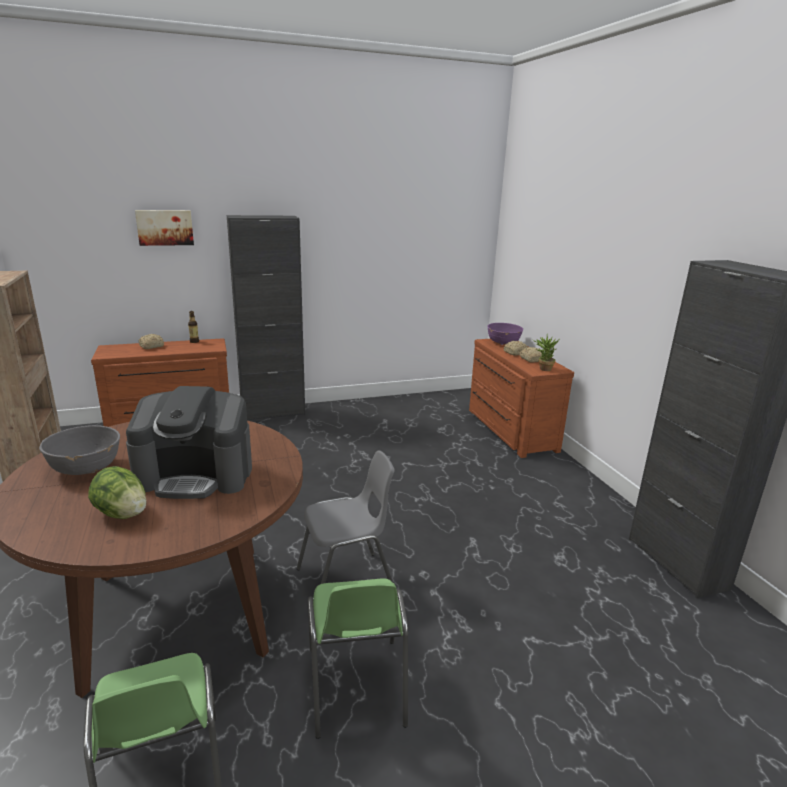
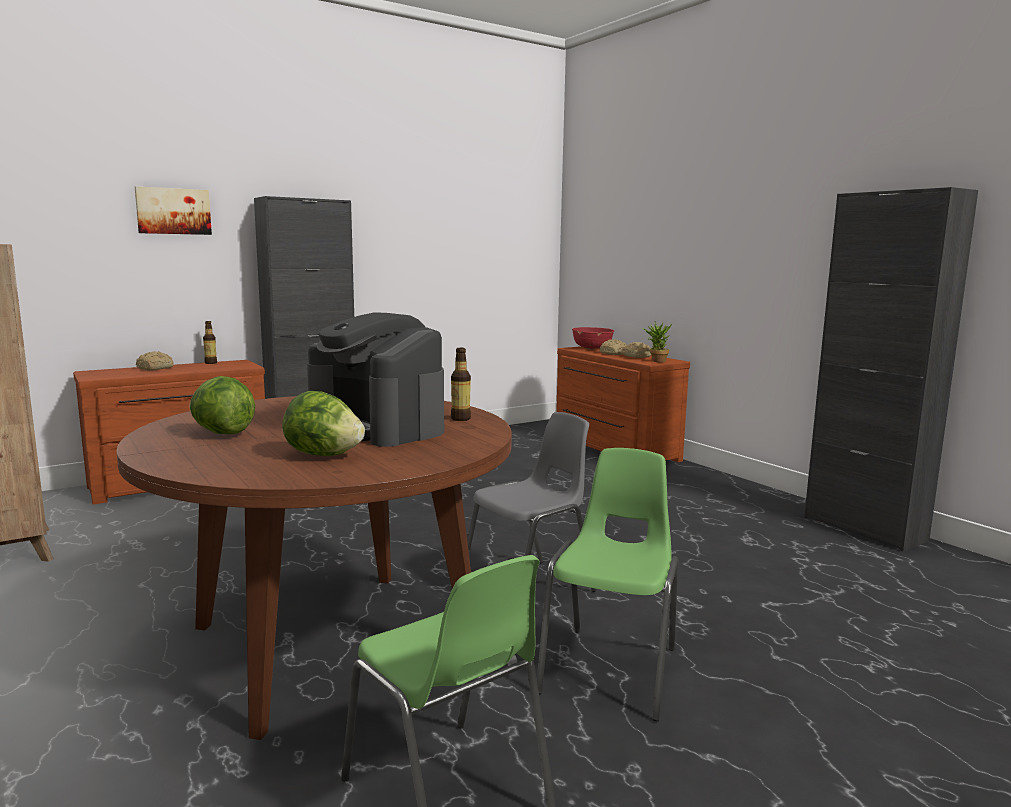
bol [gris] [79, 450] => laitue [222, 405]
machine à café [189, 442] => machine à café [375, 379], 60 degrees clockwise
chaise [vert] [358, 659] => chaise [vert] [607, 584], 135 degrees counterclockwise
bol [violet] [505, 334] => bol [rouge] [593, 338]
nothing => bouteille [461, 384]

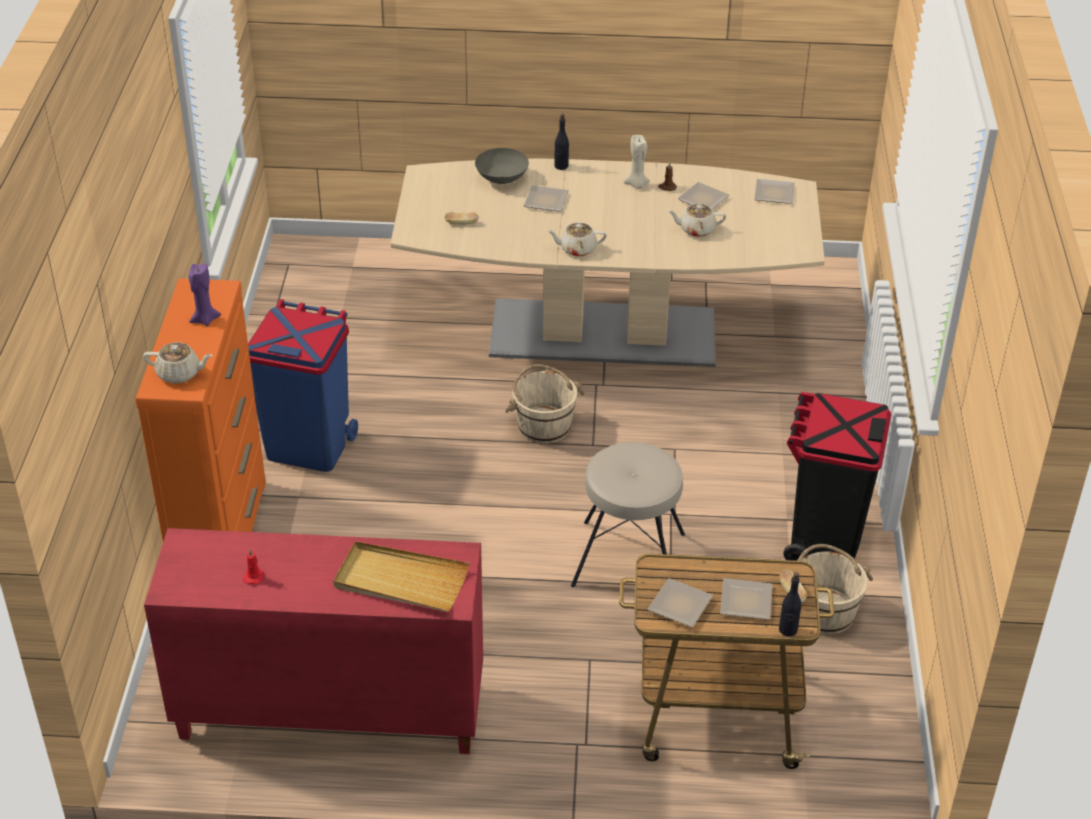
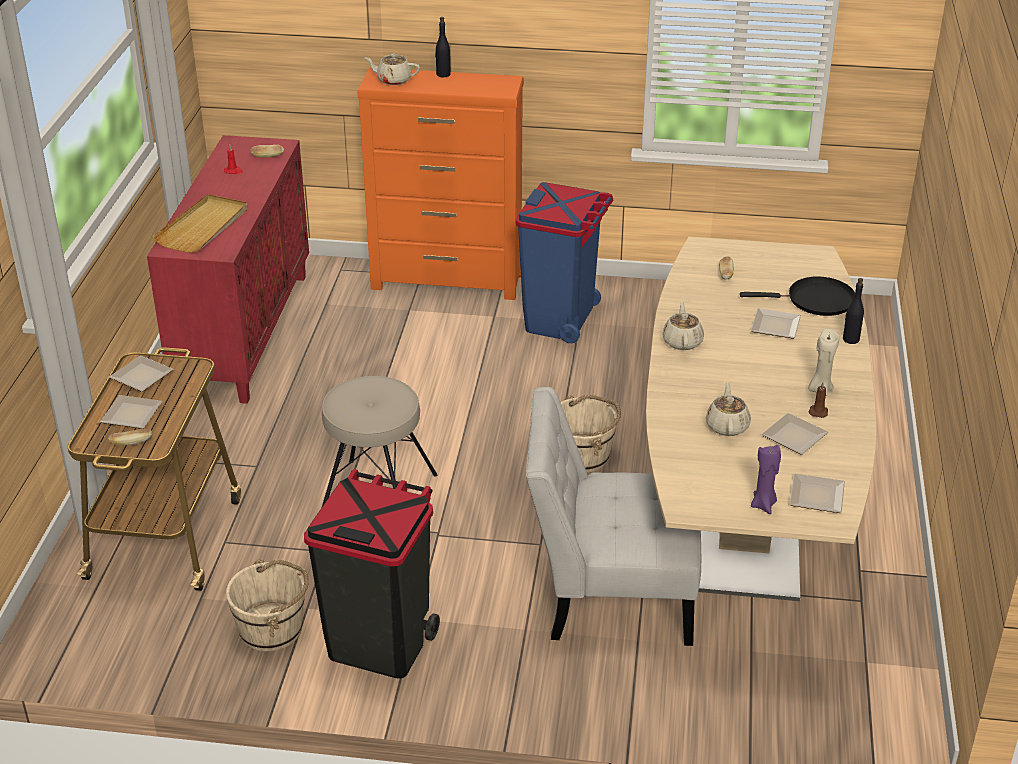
théière [beige] [178, 362] => théière [beige] [392, 69], 90 degrees clockwise
bougie [violet] [204, 294] => bougie [violet] [766, 479], shifted
bol [gris] [502, 166] => poêle [noir] [797, 296]
bouteille [noir] [790, 604] => bouteille [noir] [443, 47], shifted
nothing => pain [267, 151]
nothing => chaise [blanc] [613, 516]

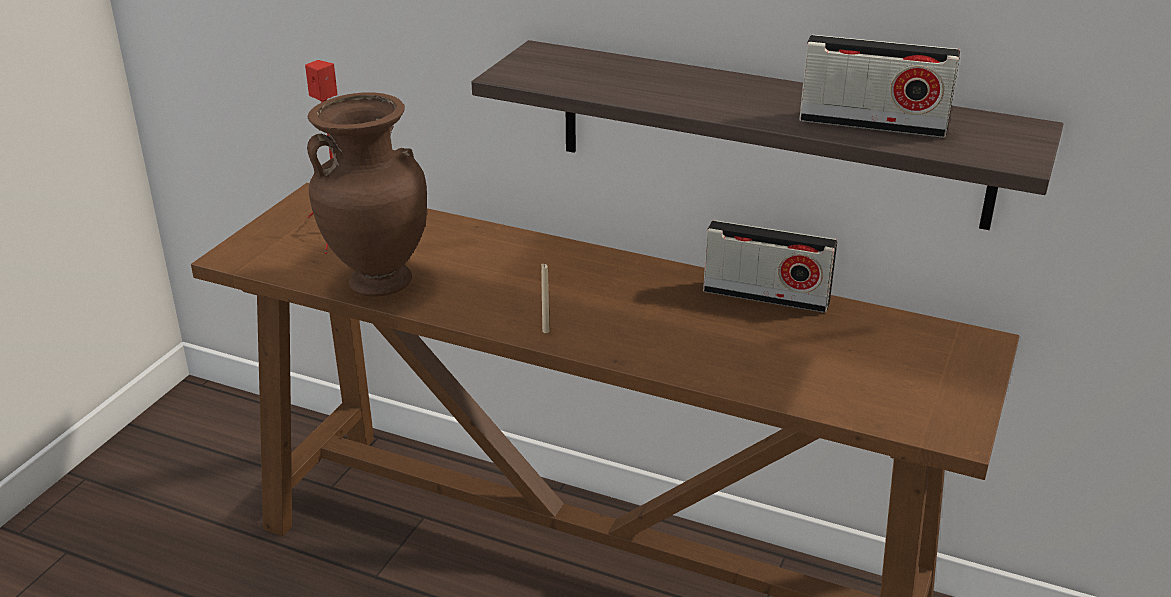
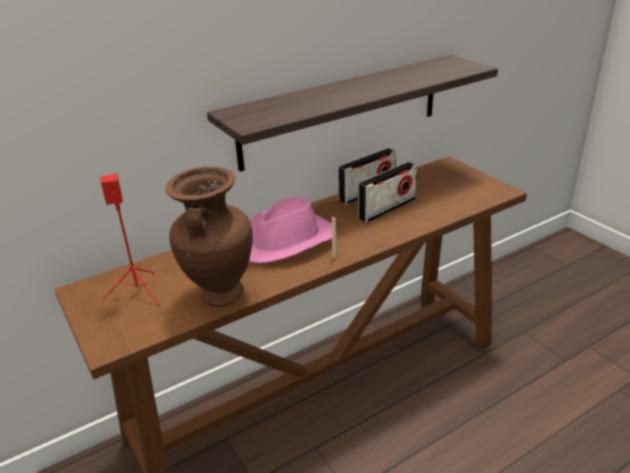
radio [879, 86] => radio [387, 192], shifted
nothing => chapeau [rose] [293, 230]

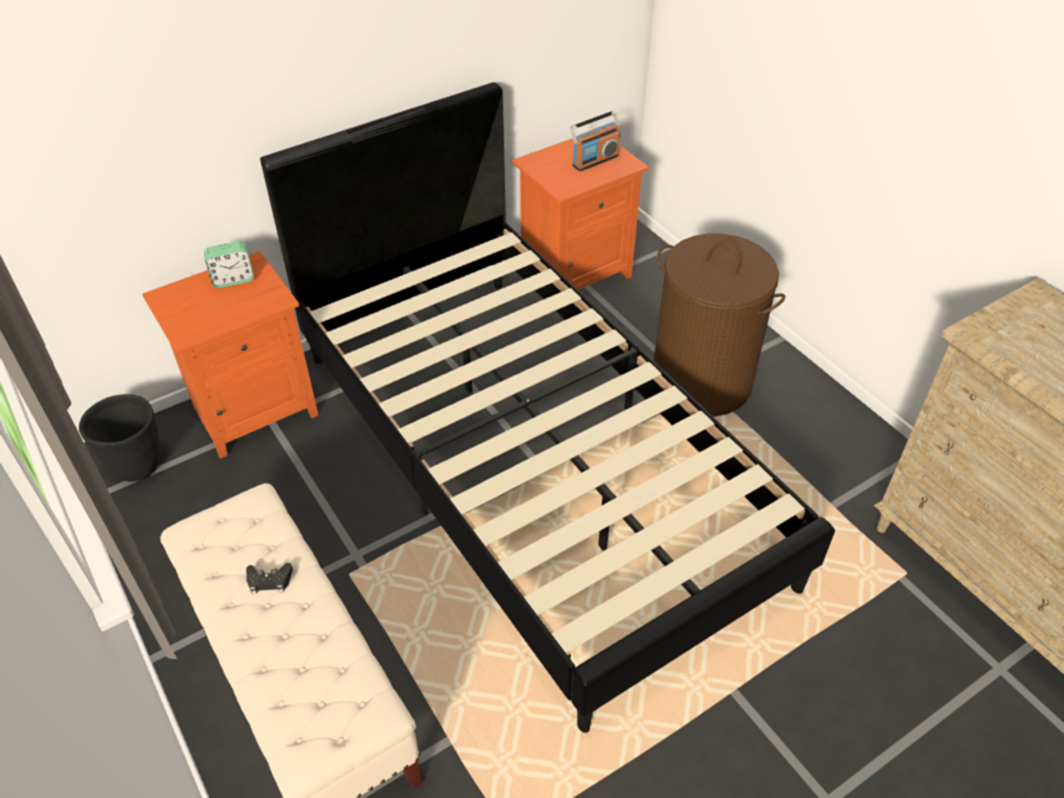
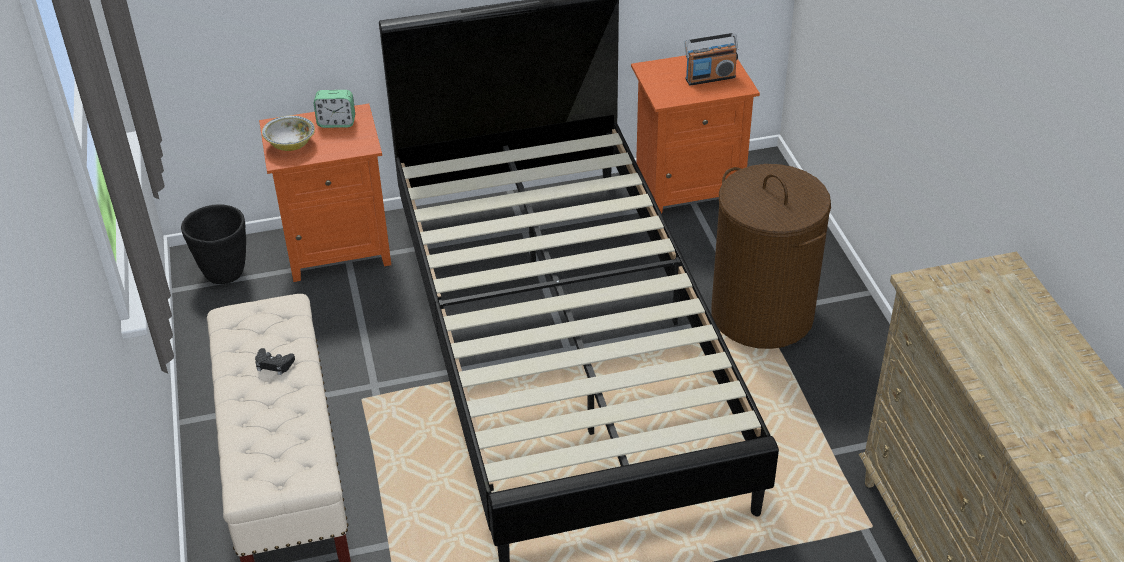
nothing => bol [288, 133]

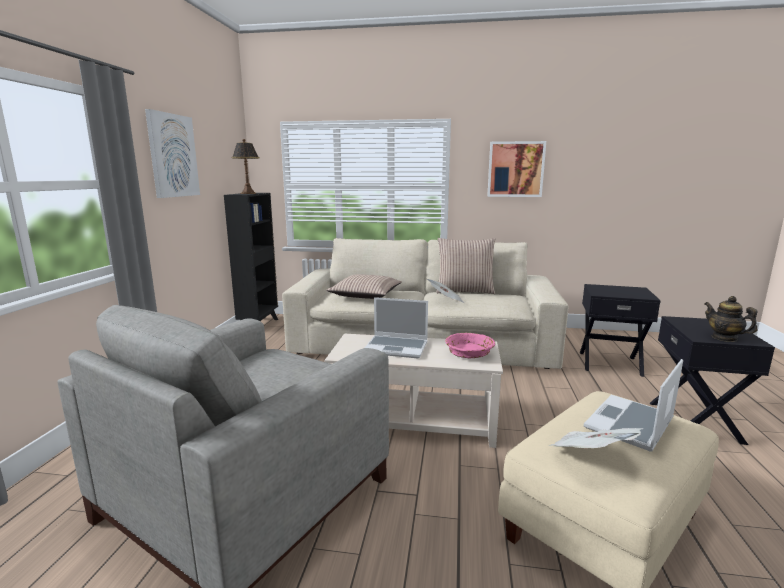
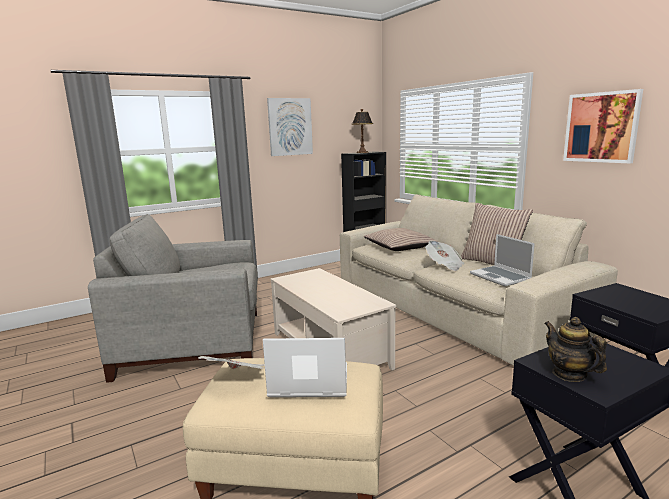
ordinateur portable [396, 327] => ordinateur portable [502, 260], shifted
bol [rose] [470, 345] => nothing
théière [730, 319] => théière [575, 349], 45 degrees counterclockwise

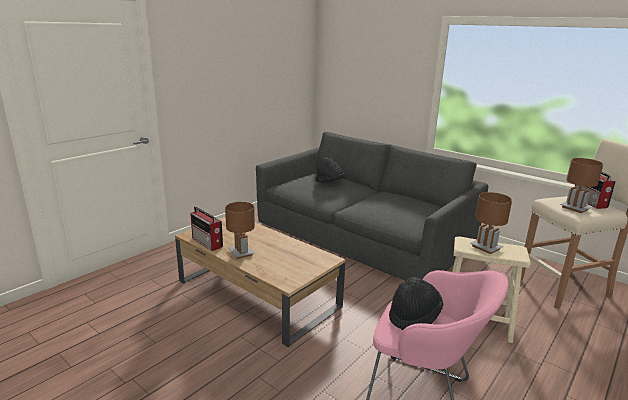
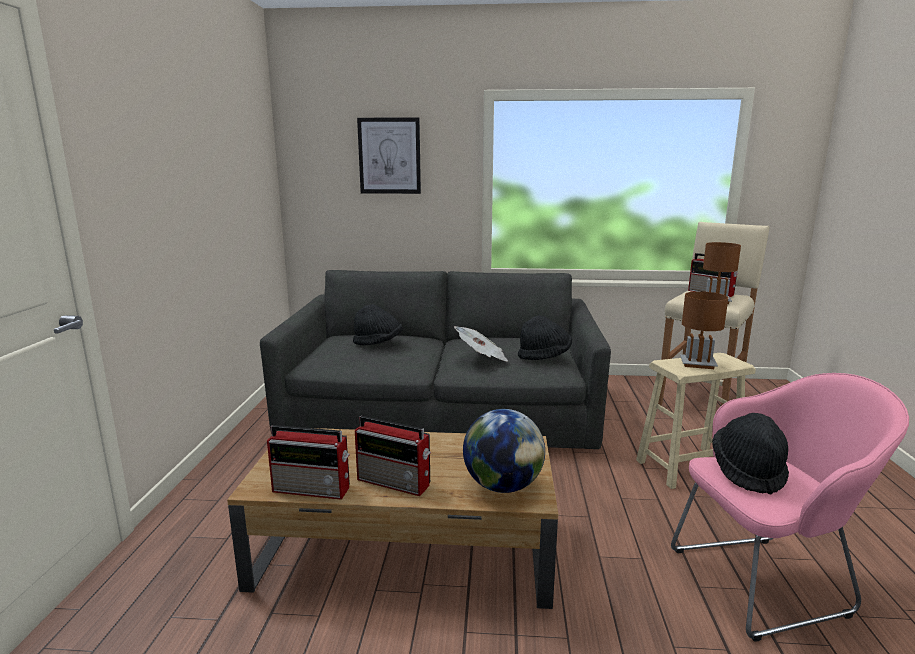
lampe de table [marron] [240, 230] => radio [393, 456]
nothing => tableau [389, 155]
nothing => journal [481, 344]
nothing => globe [504, 451]
nothing => chapeau [noir] [545, 337]

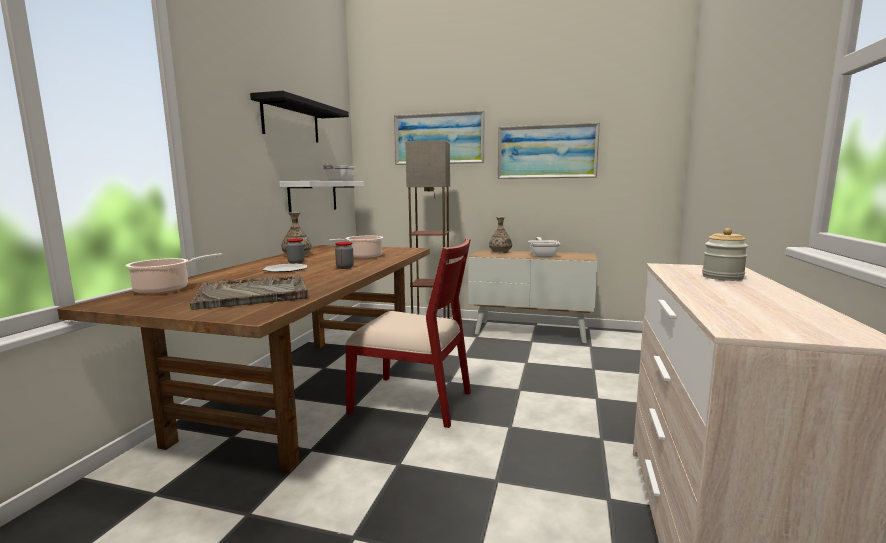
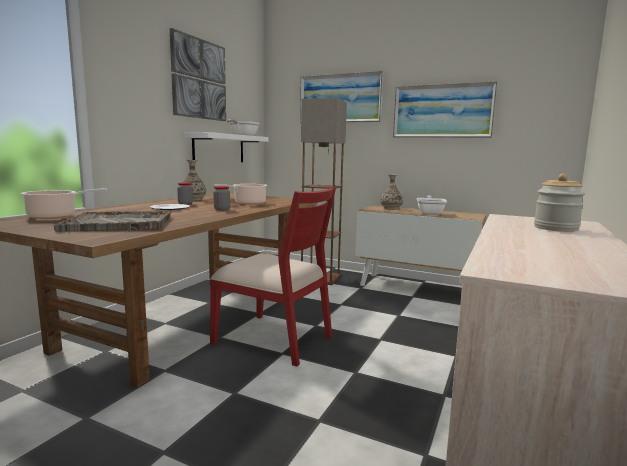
étagère [noir] [299, 117] => tableau [198, 74]

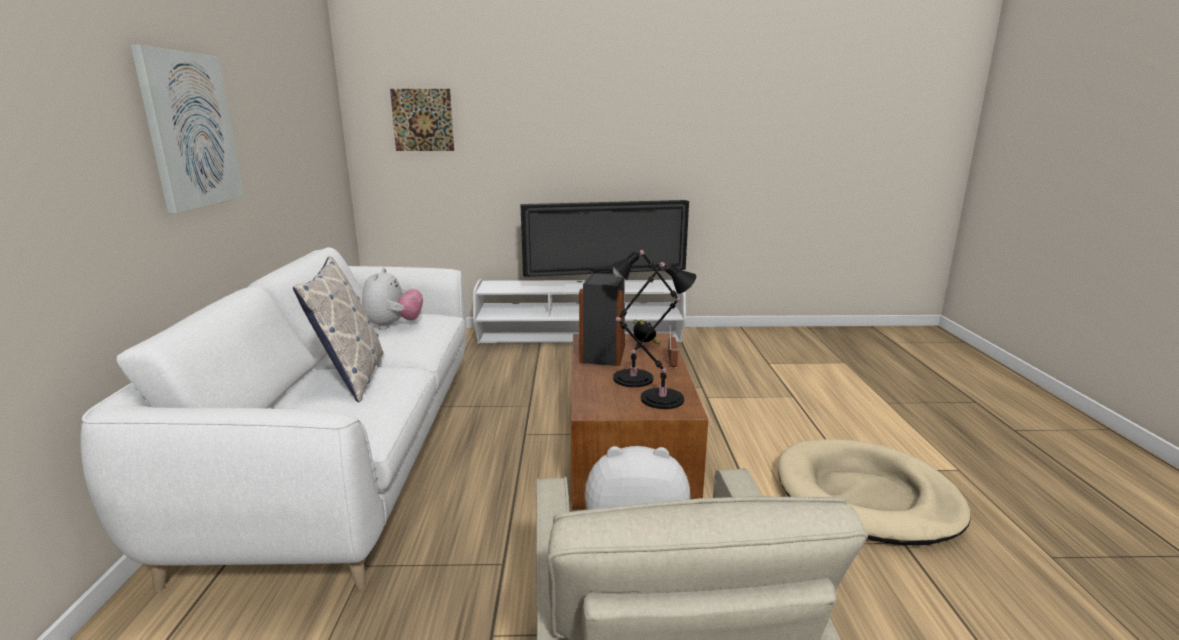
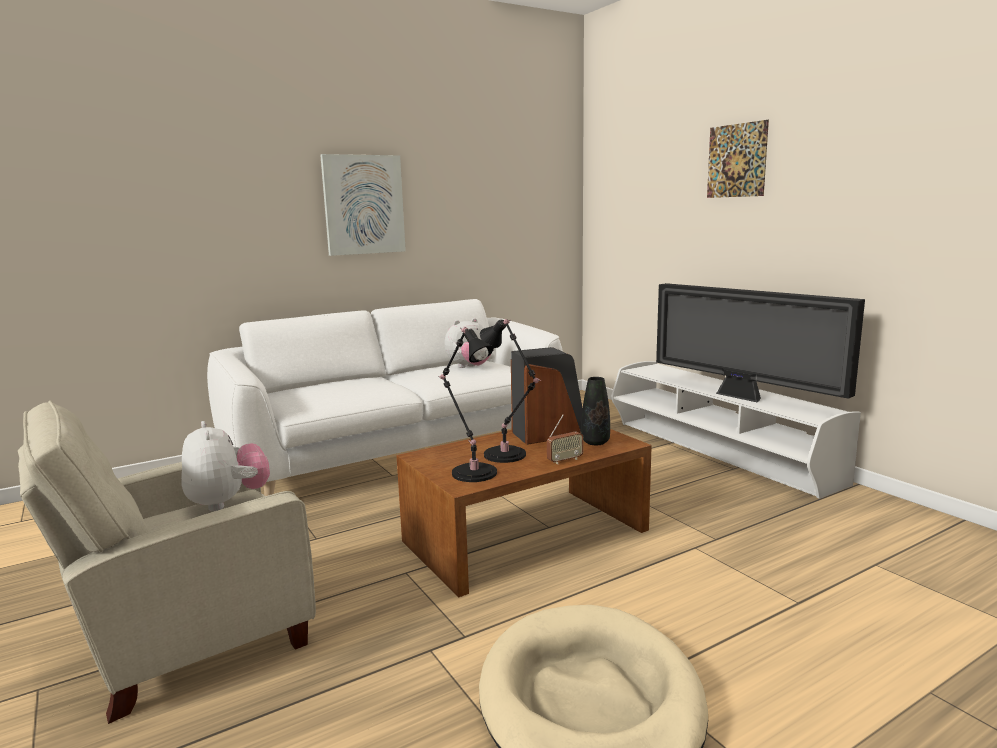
coussin [338, 329] => nothing
tableau [422, 120] => tableau [738, 159], shifted
réveil [647, 332] => vase [noir] [595, 411]

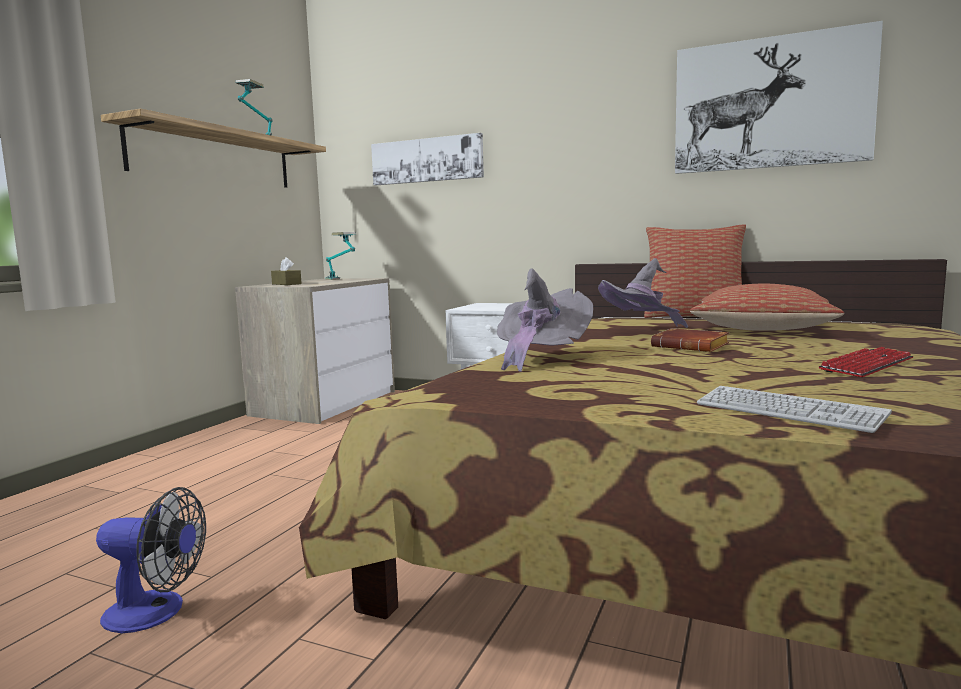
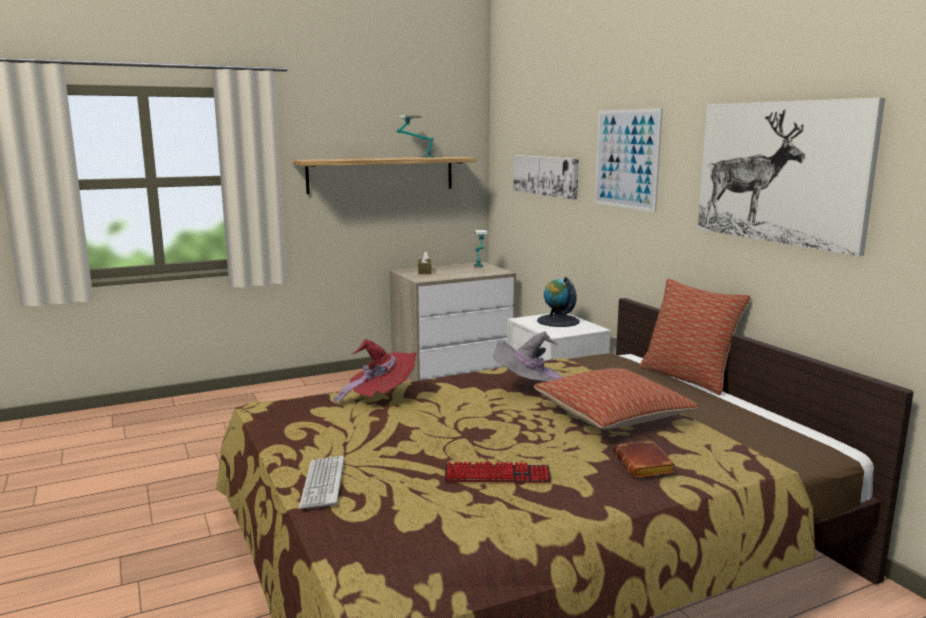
ventilateur [151, 560] => nothing
chapeau [gris] [545, 320] => chapeau [rouge] [375, 372]
livre [marron] [690, 340] => livre [marron] [644, 459], shifted
nothing => globe [558, 302]
nothing => tableau [629, 160]

